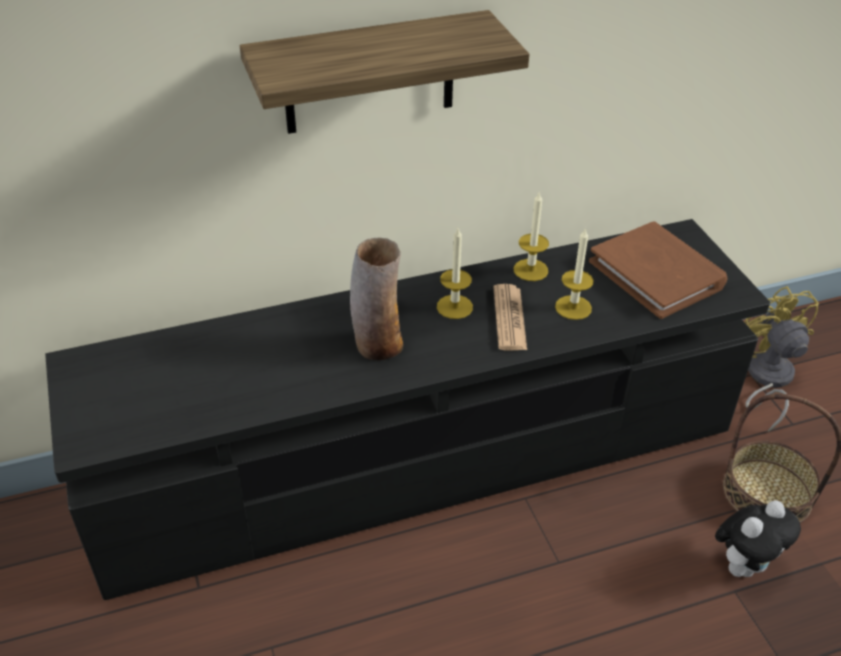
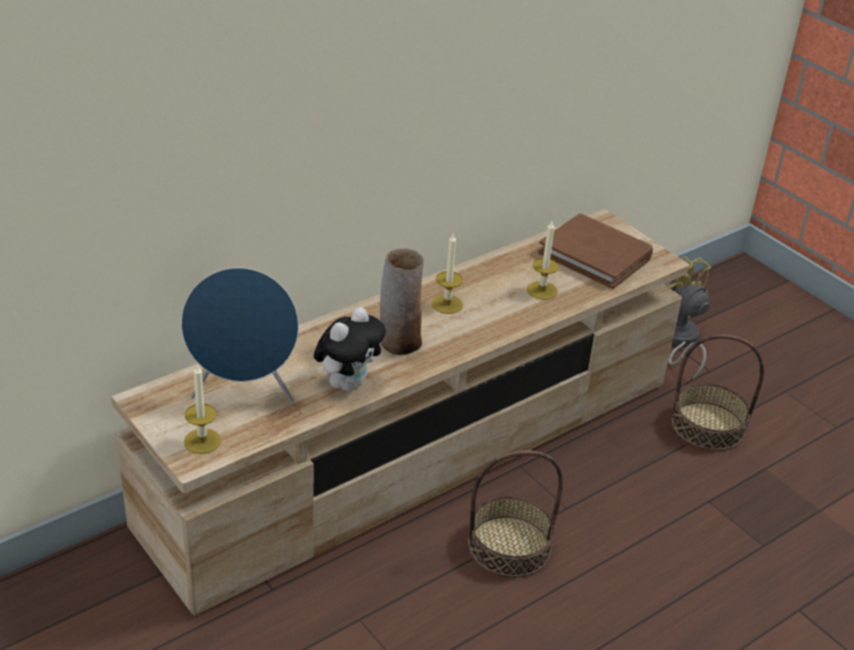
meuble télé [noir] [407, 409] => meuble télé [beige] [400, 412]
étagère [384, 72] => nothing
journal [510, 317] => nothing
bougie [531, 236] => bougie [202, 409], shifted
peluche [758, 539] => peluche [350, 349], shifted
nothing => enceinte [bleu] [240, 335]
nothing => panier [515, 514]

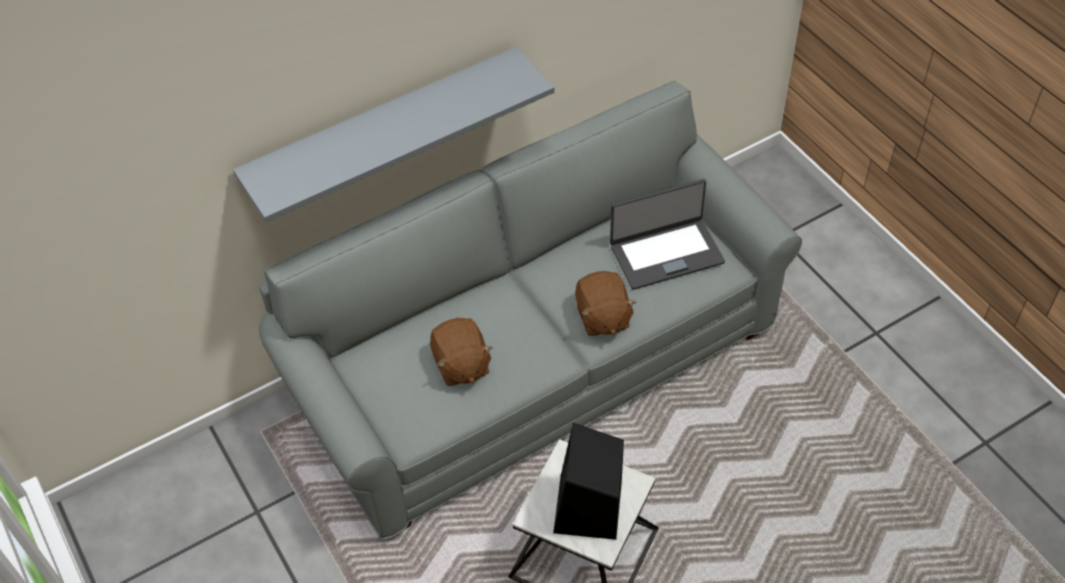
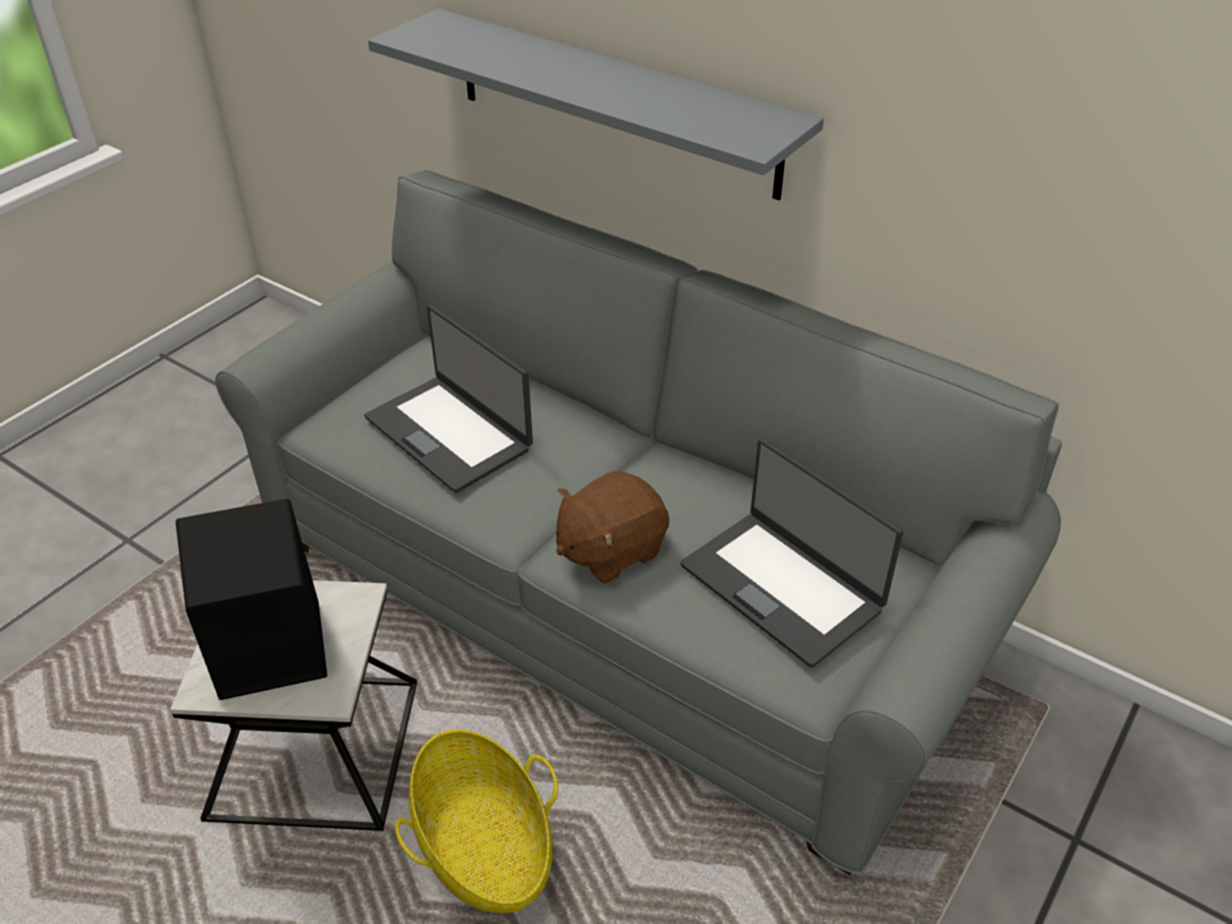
peluche [marron] [461, 352] => ordinateur portable [448, 399]
nothing => panier [476, 821]

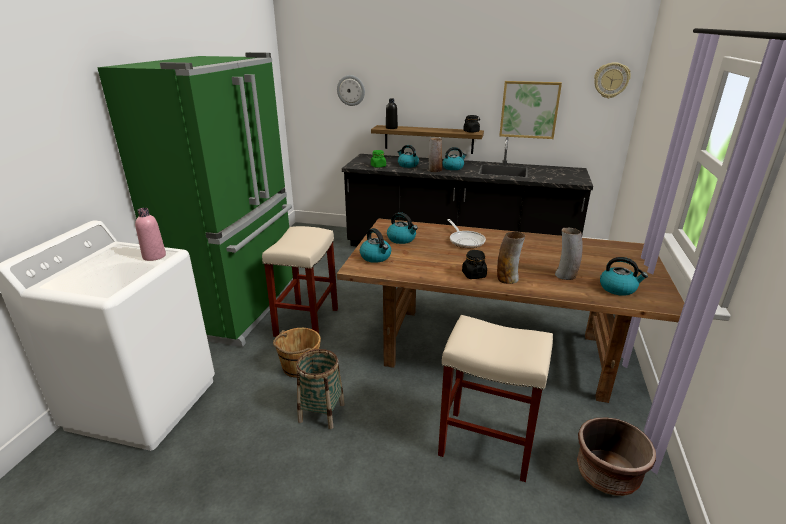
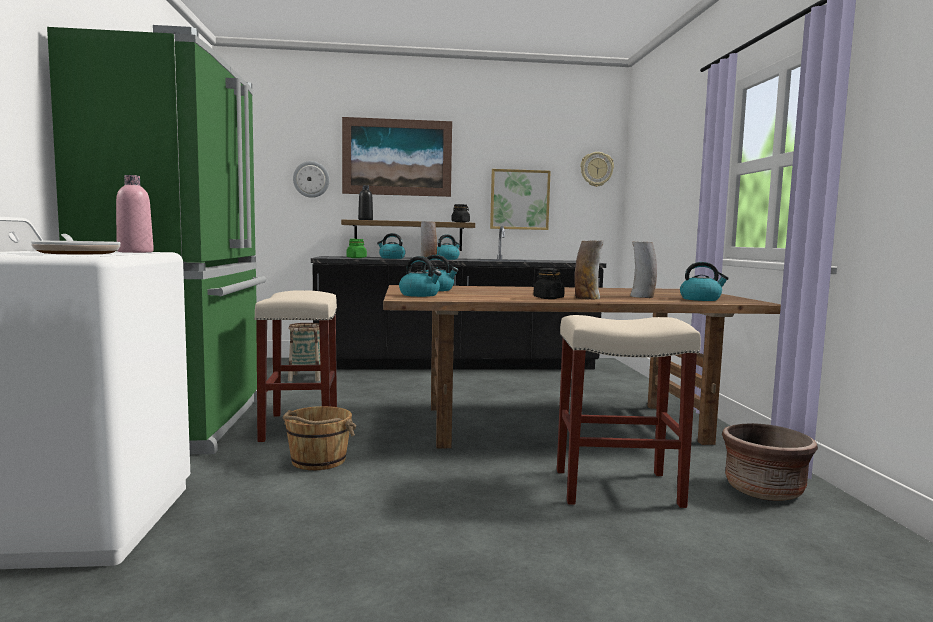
panier [320, 389] => panier [304, 352], shifted
poêle [466, 233] => poêle [75, 244], shifted
nothing => tableau [397, 157]

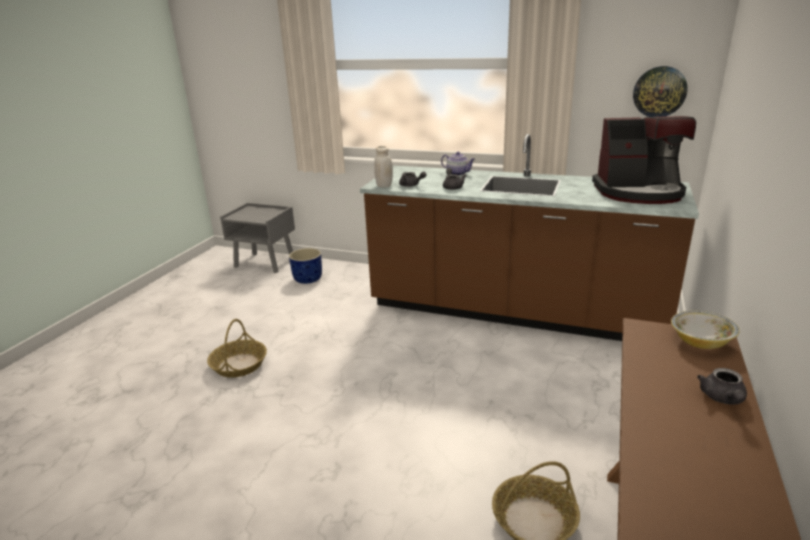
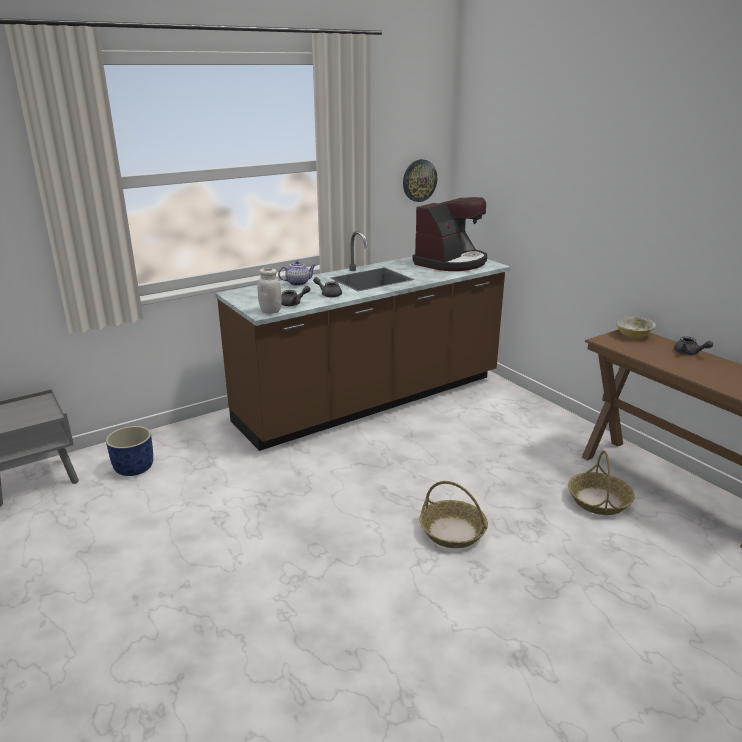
panier [237, 348] => panier [454, 514], shifted

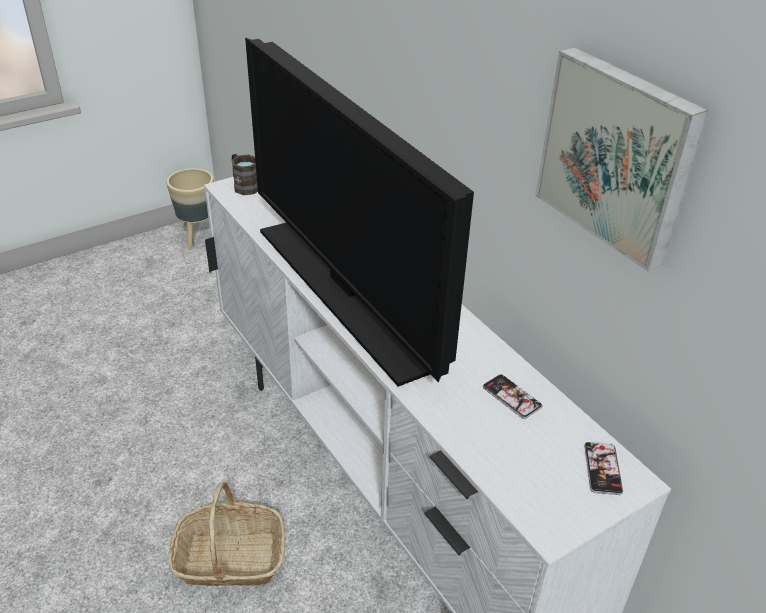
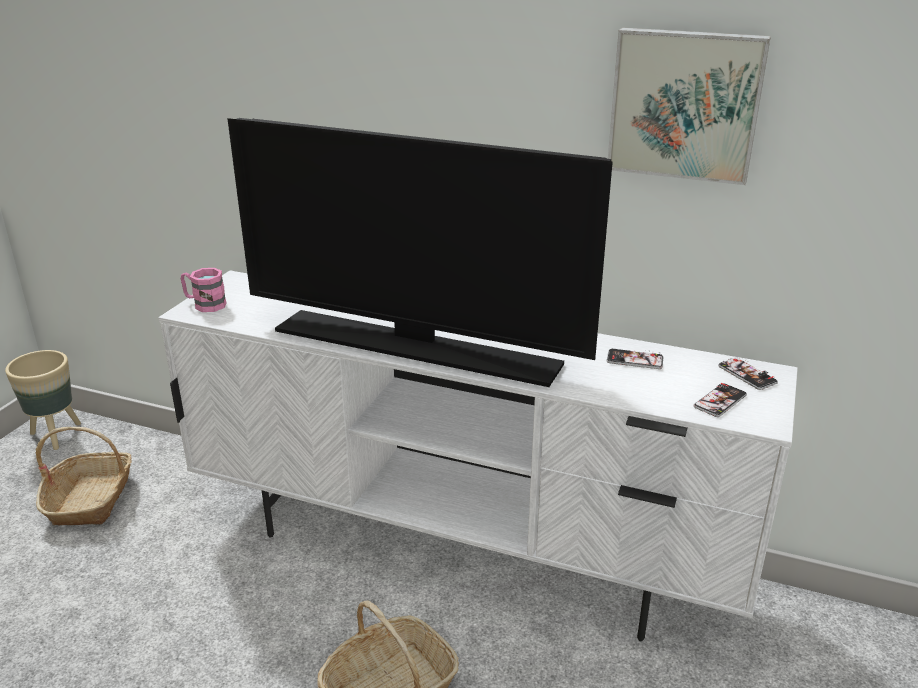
mug [marron] [245, 174] => mug [rose] [204, 290]
nothing => panier [84, 476]
nothing => téléphone [720, 400]

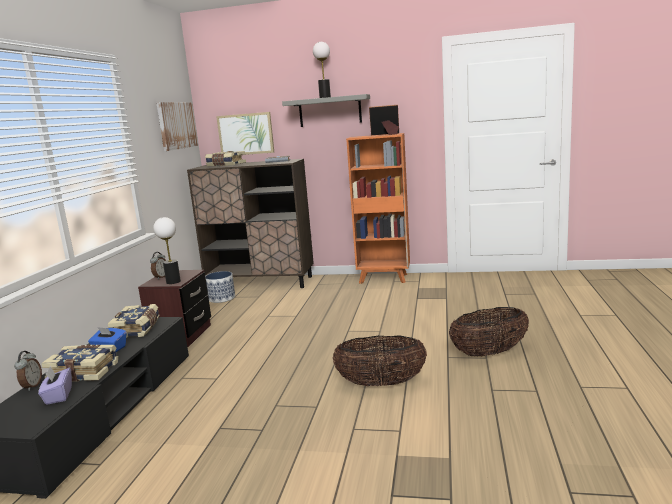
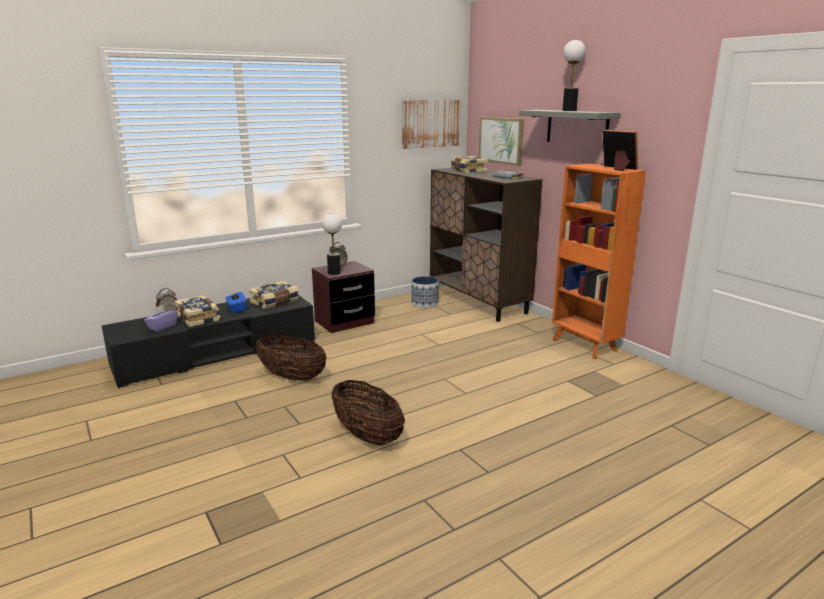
panier [489, 332] => panier [291, 357], shifted

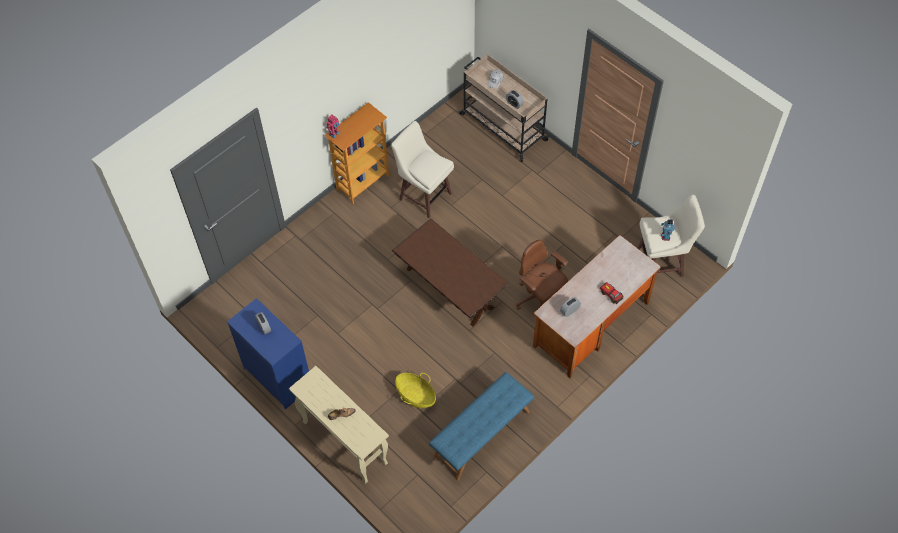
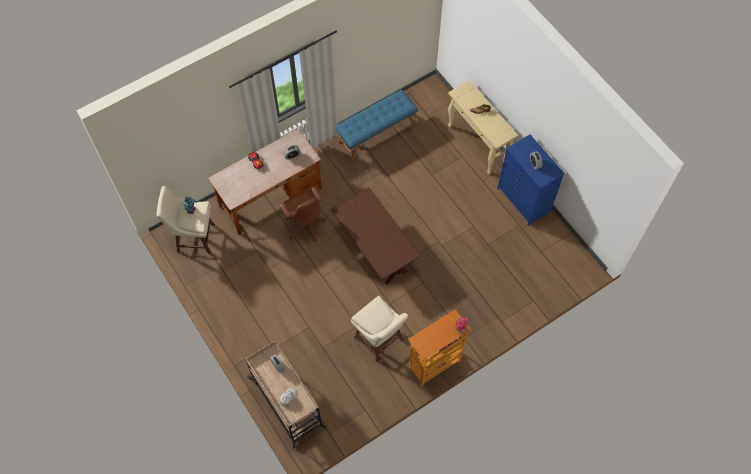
panier [415, 390] => nothing

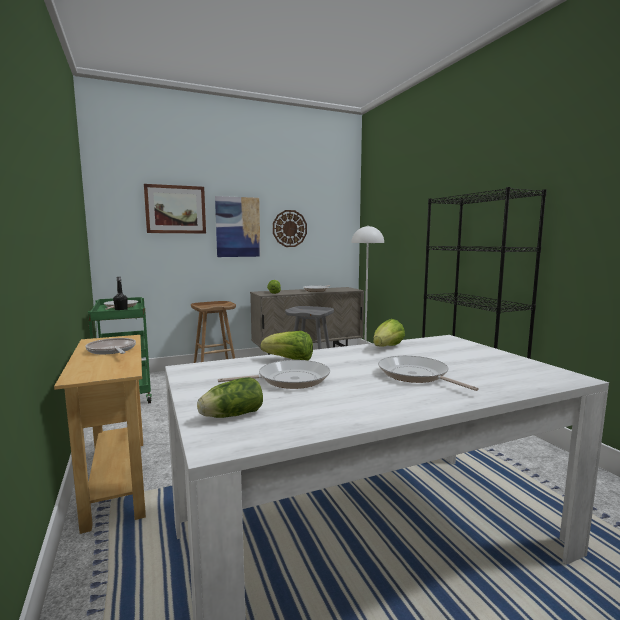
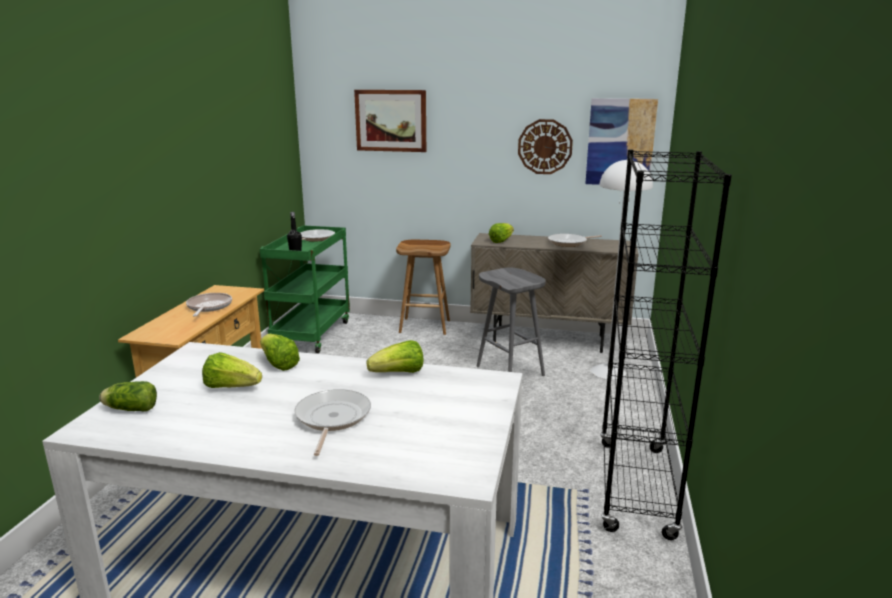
tableau [237, 226] => tableau [621, 141], shifted
poêle [274, 374] => laitue [232, 370]

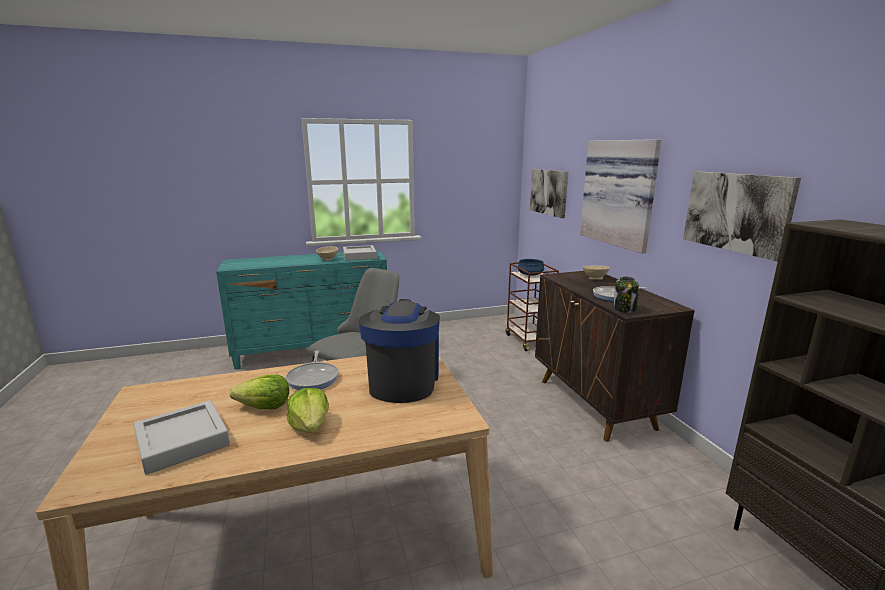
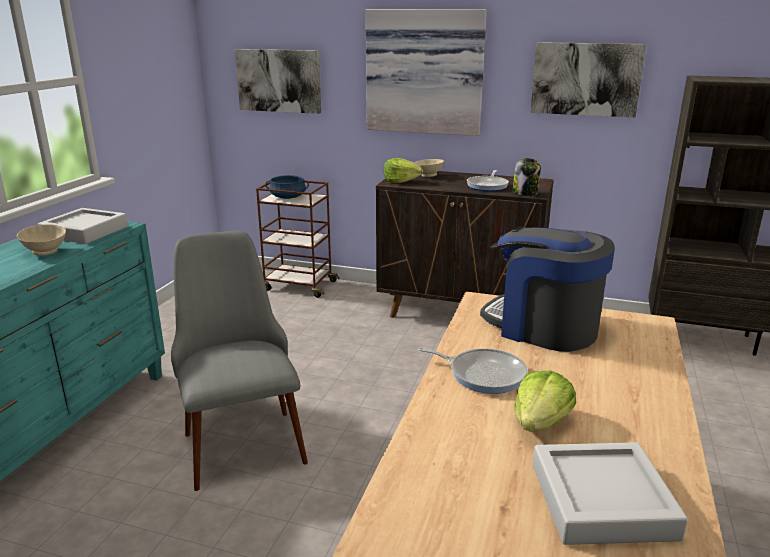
laitue [308, 410] => laitue [403, 170], shifted

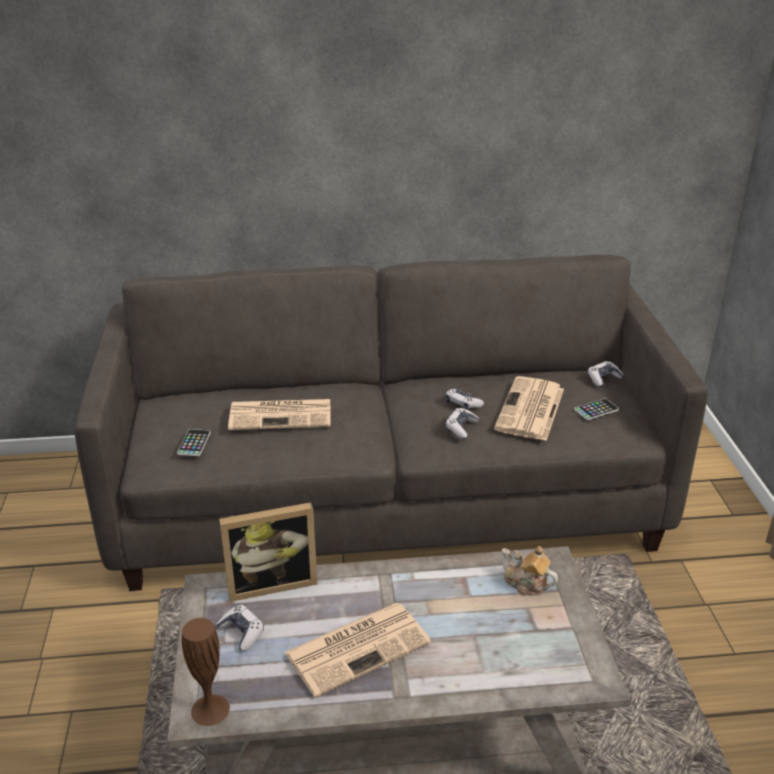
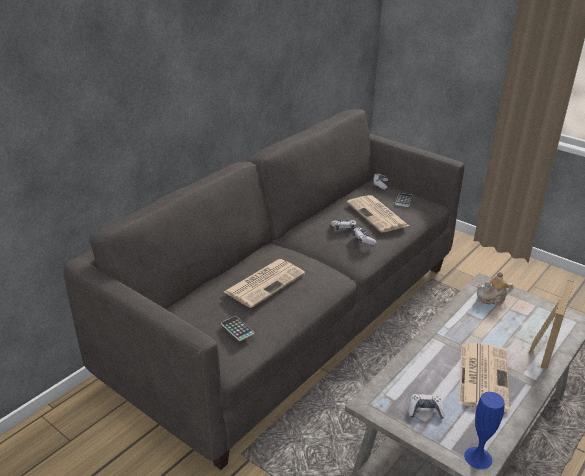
vase [marron] [206, 672] => vase [bleu] [484, 430]
cadre photo [268, 552] => cadre photo [551, 325], shifted

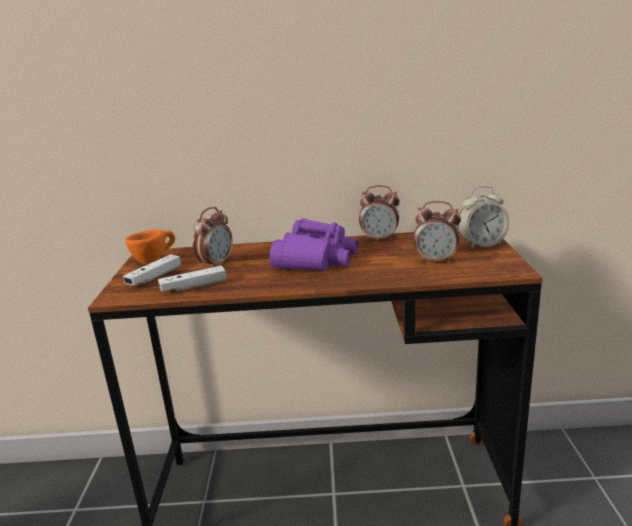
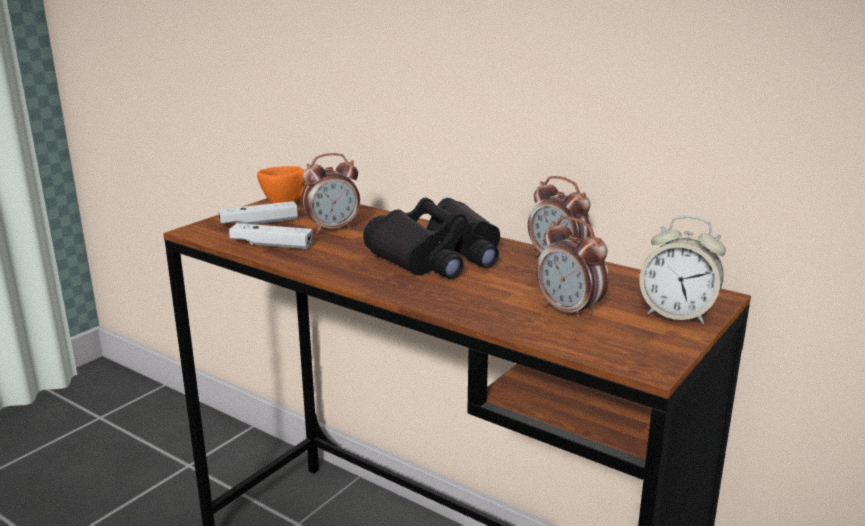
jumelles [violet] [314, 244] => jumelles [noir] [431, 238]

